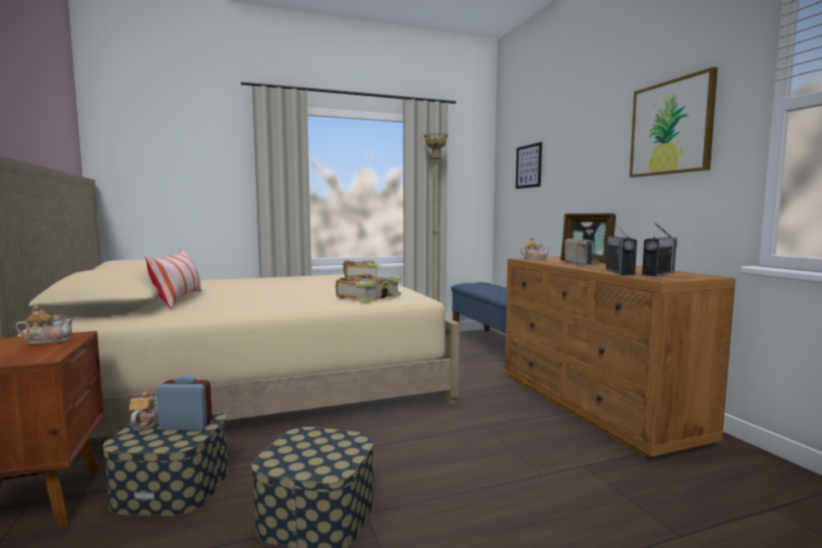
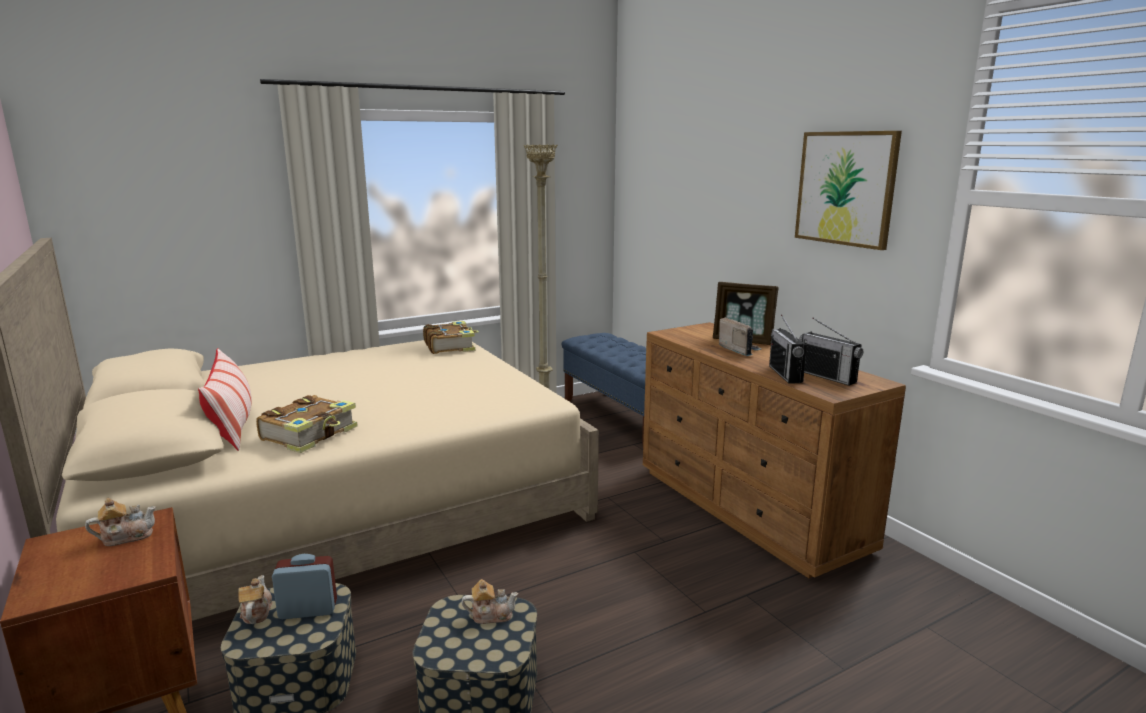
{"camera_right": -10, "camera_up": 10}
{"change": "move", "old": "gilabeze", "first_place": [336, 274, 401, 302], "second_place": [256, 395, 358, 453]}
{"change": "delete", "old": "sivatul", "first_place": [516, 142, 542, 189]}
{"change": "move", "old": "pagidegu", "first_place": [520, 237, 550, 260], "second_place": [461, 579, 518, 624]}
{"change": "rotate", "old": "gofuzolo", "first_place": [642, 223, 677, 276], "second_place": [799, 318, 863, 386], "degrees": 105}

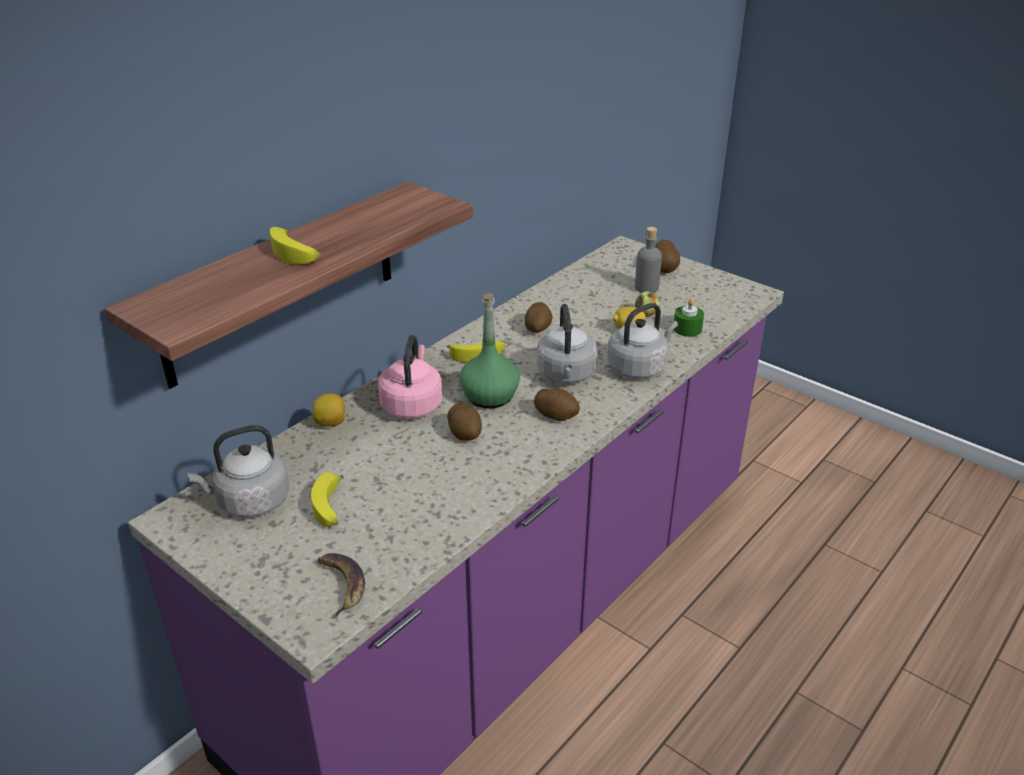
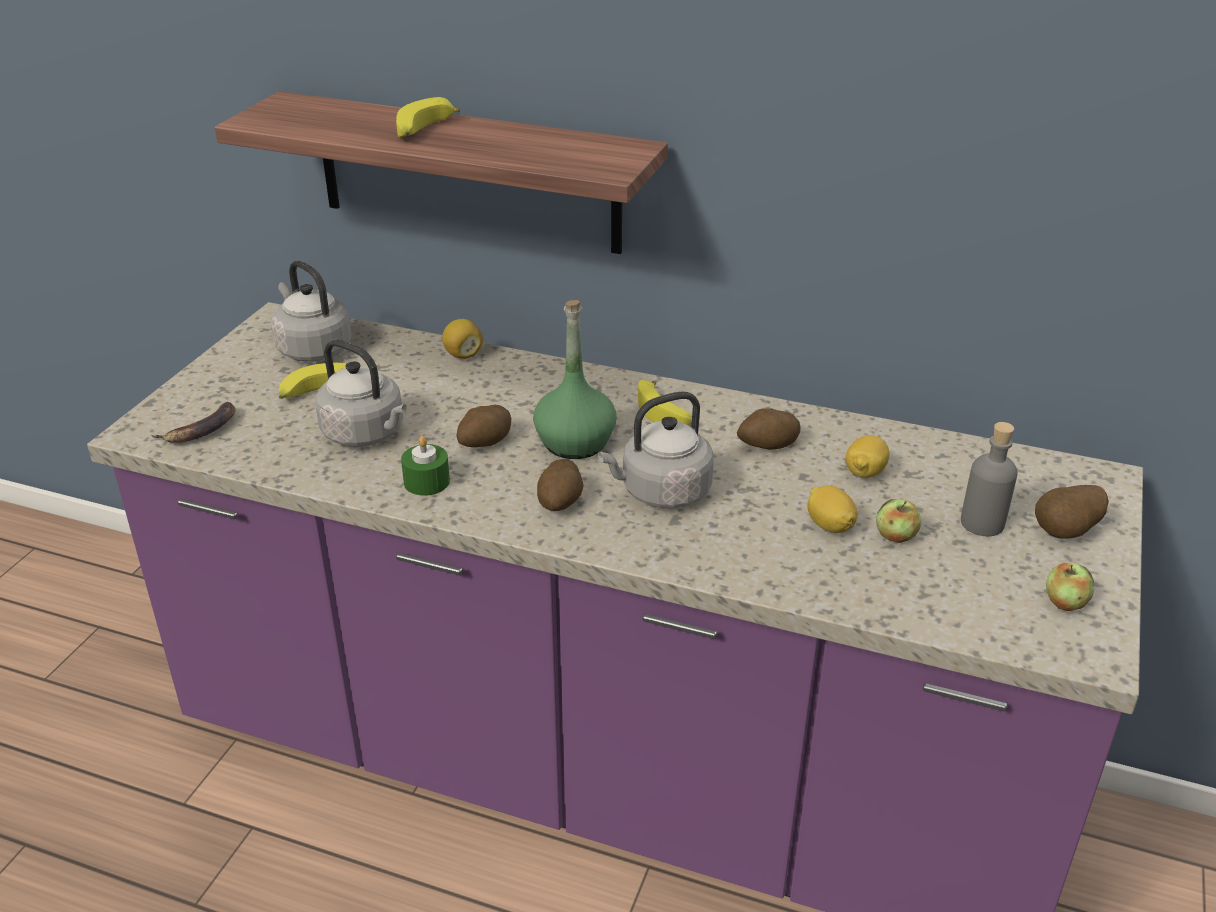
{"camera_right": 70, "camera_up": 0}
{"change": "delete", "old": "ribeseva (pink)", "first_place": [378, 335, 442, 419]}
{"change": "move", "old": "ribeseva (grey)", "first_place": [607, 303, 678, 379], "second_place": [315, 340, 407, 447]}
{"change": "move", "old": "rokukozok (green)", "first_place": [674, 299, 704, 337], "second_place": [401, 436, 450, 496]}
{"change": "insert", "new": "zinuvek", "second_place": [845, 435, 890, 478]}
{"change": "insert", "new": "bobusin", "second_place": [1046, 563, 1094, 611]}

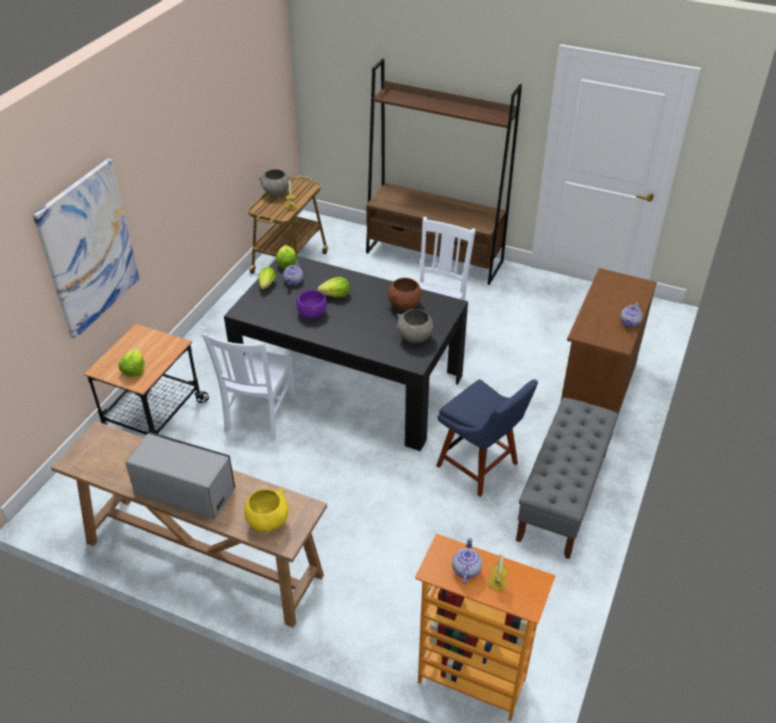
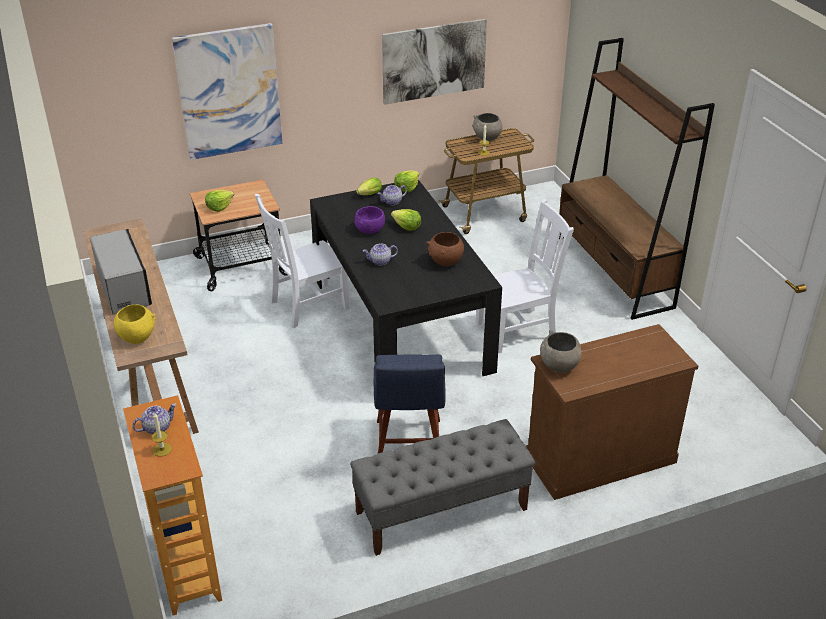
{"camera_right": 45, "camera_up": -5}
{"change": "move", "old": "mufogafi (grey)", "first_place": [396, 309, 433, 343], "second_place": [540, 330, 582, 373]}
{"change": "move", "old": "pagidegu", "first_place": [620, 302, 642, 327], "second_place": [363, 243, 398, 266]}
{"change": "insert", "new": "sivatul", "second_place": [382, 19, 487, 105]}

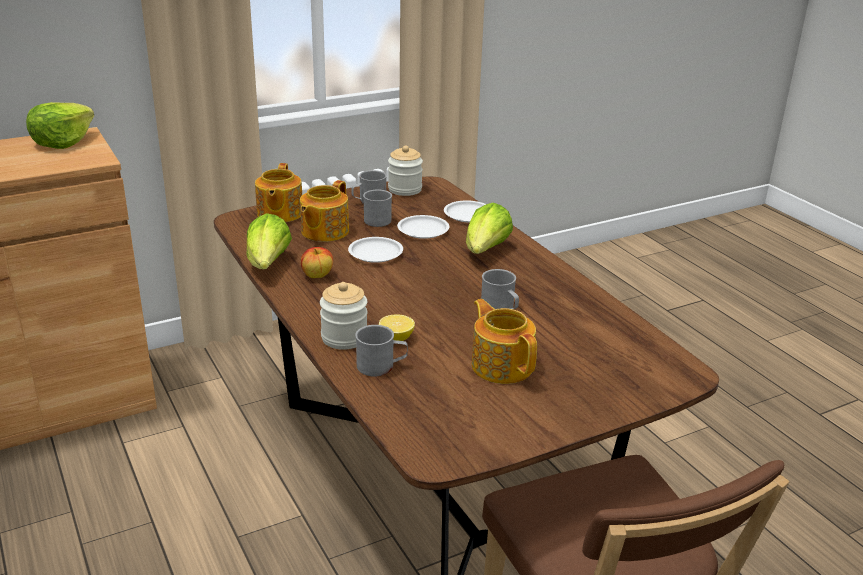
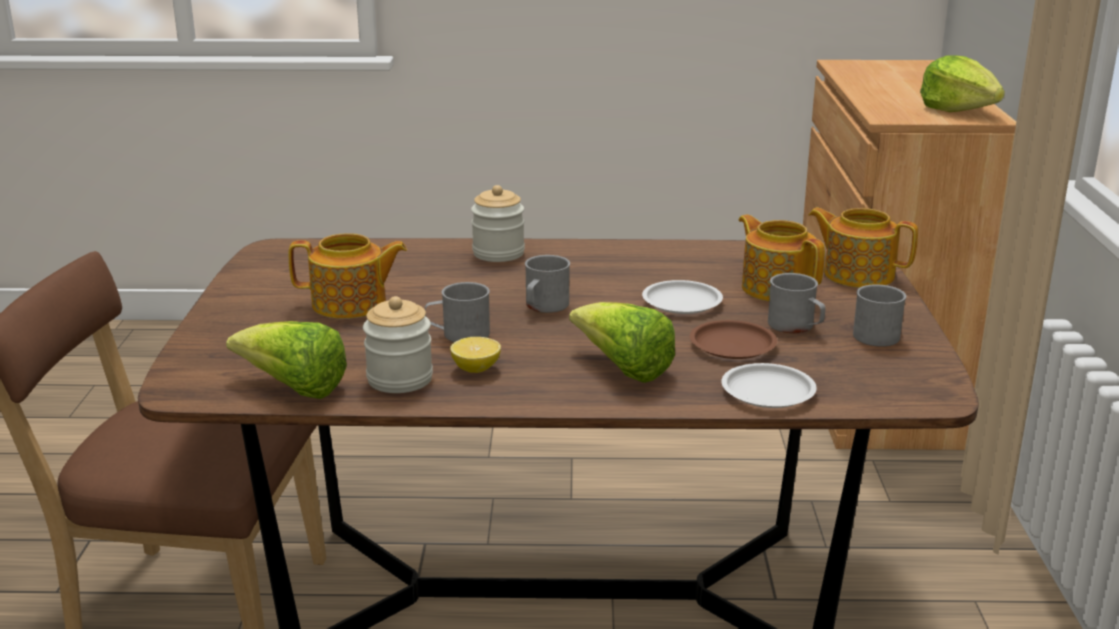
{"camera_right": 120, "camera_up": -5}
{"change": "move", "old": "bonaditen", "first_place": [246, 213, 292, 269], "second_place": [226, 321, 347, 399]}
{"change": "delete", "old": "bobusin", "first_place": [301, 247, 333, 278]}
{"change": "move", "old": "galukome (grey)", "first_place": [355, 325, 408, 377], "second_place": [525, 255, 570, 313]}
{"change": "move", "old": "zinuvek", "first_place": [379, 315, 415, 341], "second_place": [450, 337, 501, 373]}
{"change": "move", "old": "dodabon", "first_place": [388, 145, 423, 196], "second_place": [363, 296, 433, 393]}
{"change": "recolor", "old": "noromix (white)", "new": "noromix (brown)", "first_place": [397, 215, 450, 239], "second_place": [690, 320, 777, 359]}

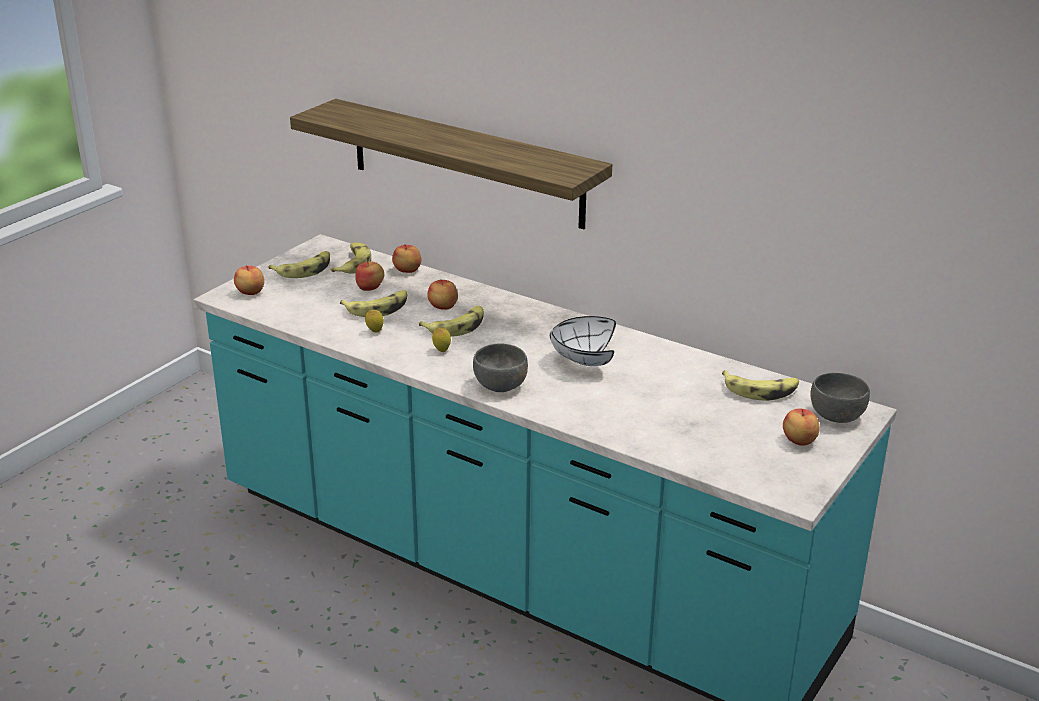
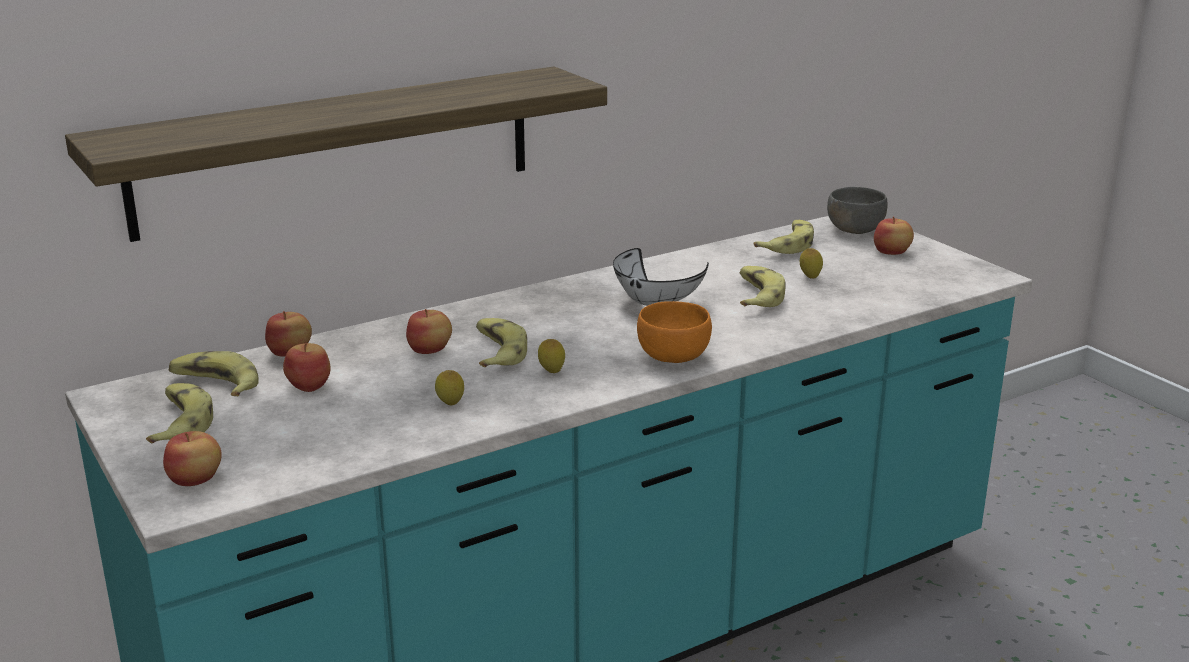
{"camera_right": -65, "camera_up": -5}
{"change": "move", "old": "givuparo", "first_place": [340, 290, 407, 317], "second_place": [740, 266, 786, 307]}
{"change": "recolor", "old": "mufogafi (grey)", "new": "mufogafi (orange)", "first_place": [473, 343, 528, 392], "second_place": [637, 301, 712, 363]}
{"change": "insert", "new": "zinuvek", "second_place": [800, 248, 823, 278]}

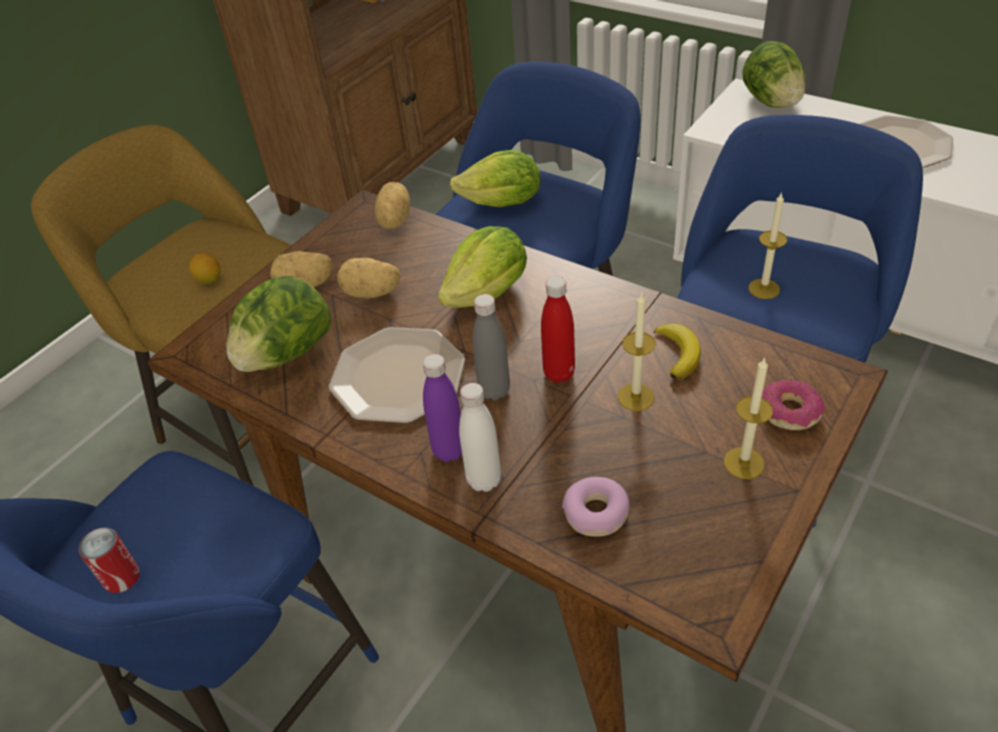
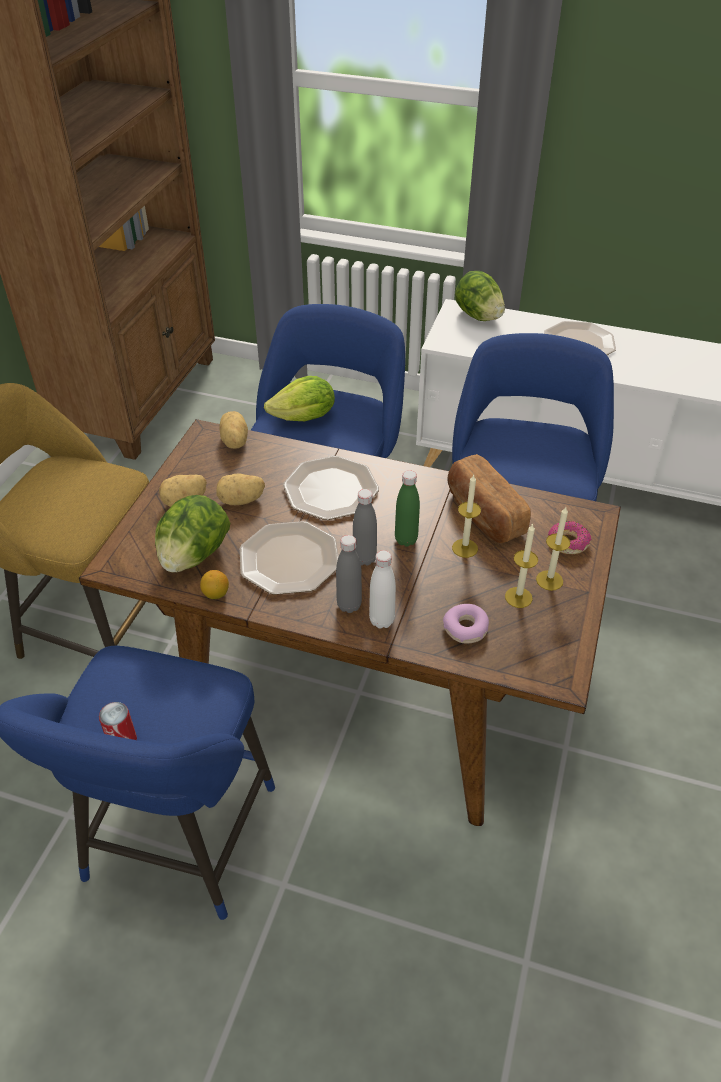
{"camera_right": -20, "camera_up": 0}
{"change": "move", "old": "zinuvek", "first_place": [189, 253, 221, 284], "second_place": [200, 570, 229, 599]}
{"change": "recolor", "old": "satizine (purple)", "new": "satizine (grey)", "first_place": [423, 354, 462, 462], "second_place": [336, 535, 362, 613]}
{"change": "replace", "old": "bonaditen", "new": "noromix", "first_place": [438, 226, 527, 308], "second_place": [283, 456, 379, 520]}
{"change": "recolor", "old": "satizine (red)", "new": "satizine (green)", "first_place": [541, 276, 575, 383], "second_place": [395, 470, 420, 547]}
{"change": "replace", "old": "givuparo", "new": "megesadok", "first_place": [654, 324, 701, 380], "second_place": [448, 454, 531, 543]}
{"change": "move", "old": "rokukozok", "first_place": [748, 192, 787, 299], "second_place": [505, 523, 538, 608]}

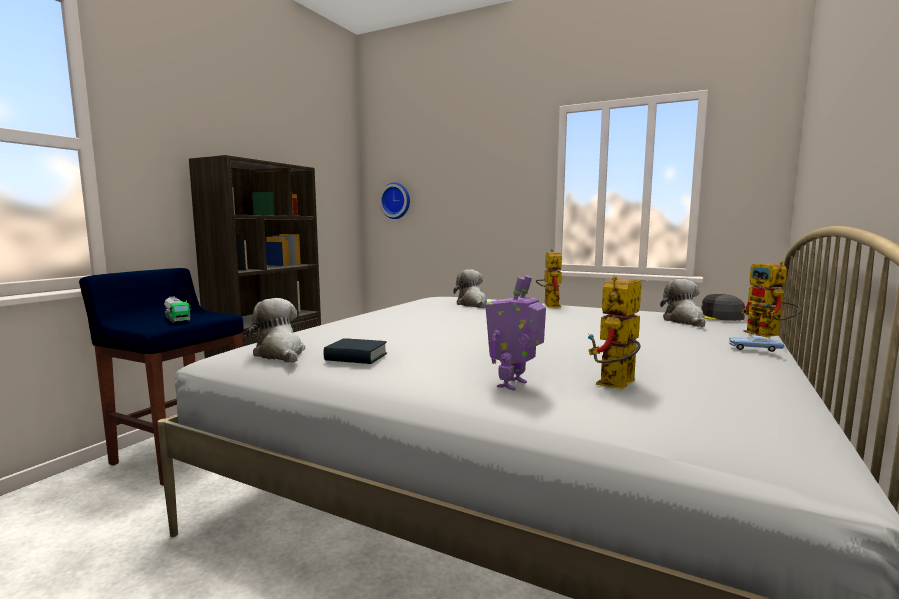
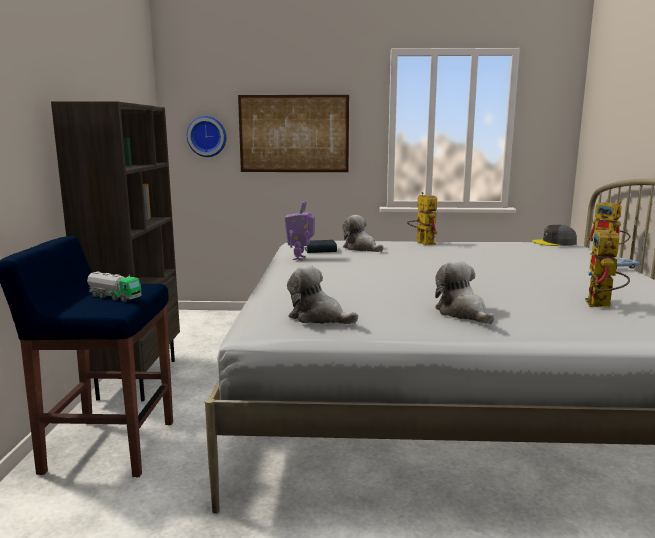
{"camera_right": -25, "camera_up": 5}
{"change": "move", "old": "gilabeze", "first_place": [323, 338, 387, 364], "second_place": [305, 240, 337, 253]}
{"change": "move", "old": "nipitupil", "first_place": [485, 275, 546, 390], "second_place": [284, 201, 315, 260]}
{"change": "move", "old": "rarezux", "first_place": [660, 279, 706, 327], "second_place": [435, 261, 495, 324]}
{"change": "insert", "new": "sivatul", "second_place": [238, 95, 349, 172]}

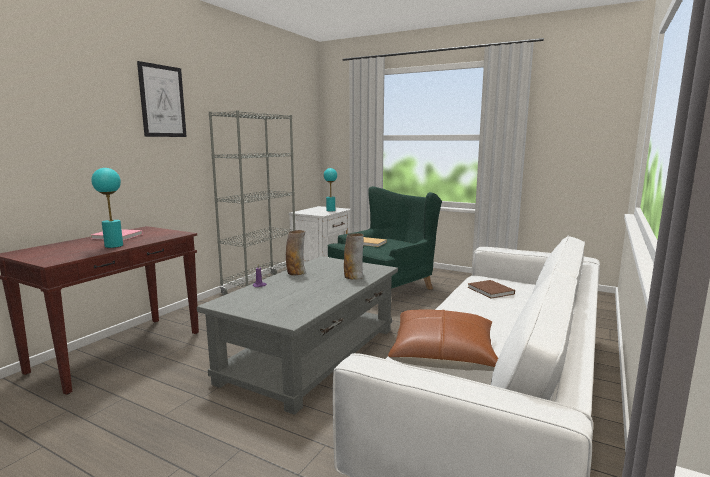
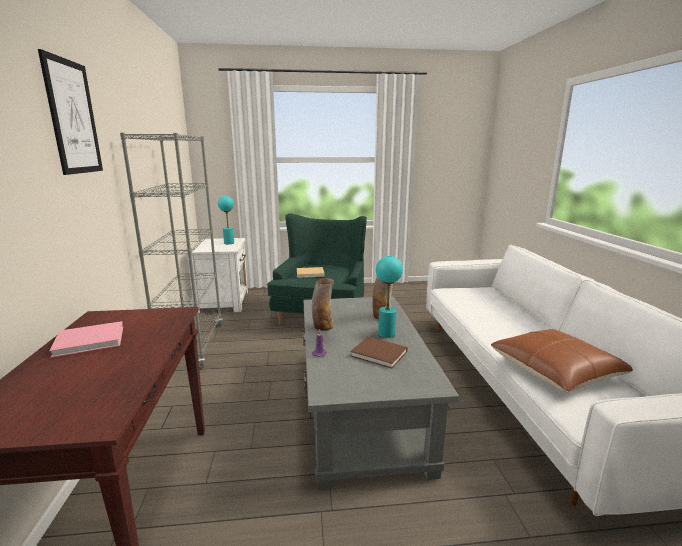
{"camera_right": -35, "camera_up": 5}
{"change": "move", "old": "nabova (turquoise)", "first_place": [91, 168, 123, 248], "second_place": [376, 256, 403, 338]}
{"change": "move", "old": "gilabeze (brown)", "first_place": [467, 280, 515, 299], "second_place": [350, 337, 407, 368]}

